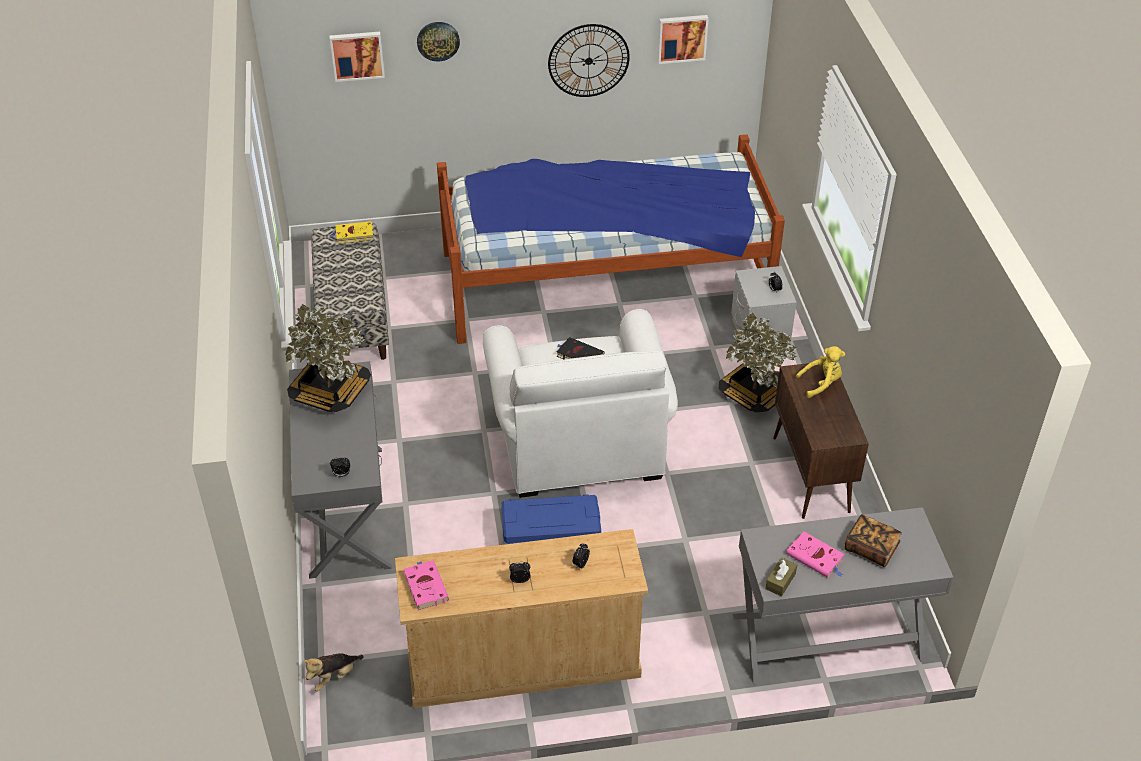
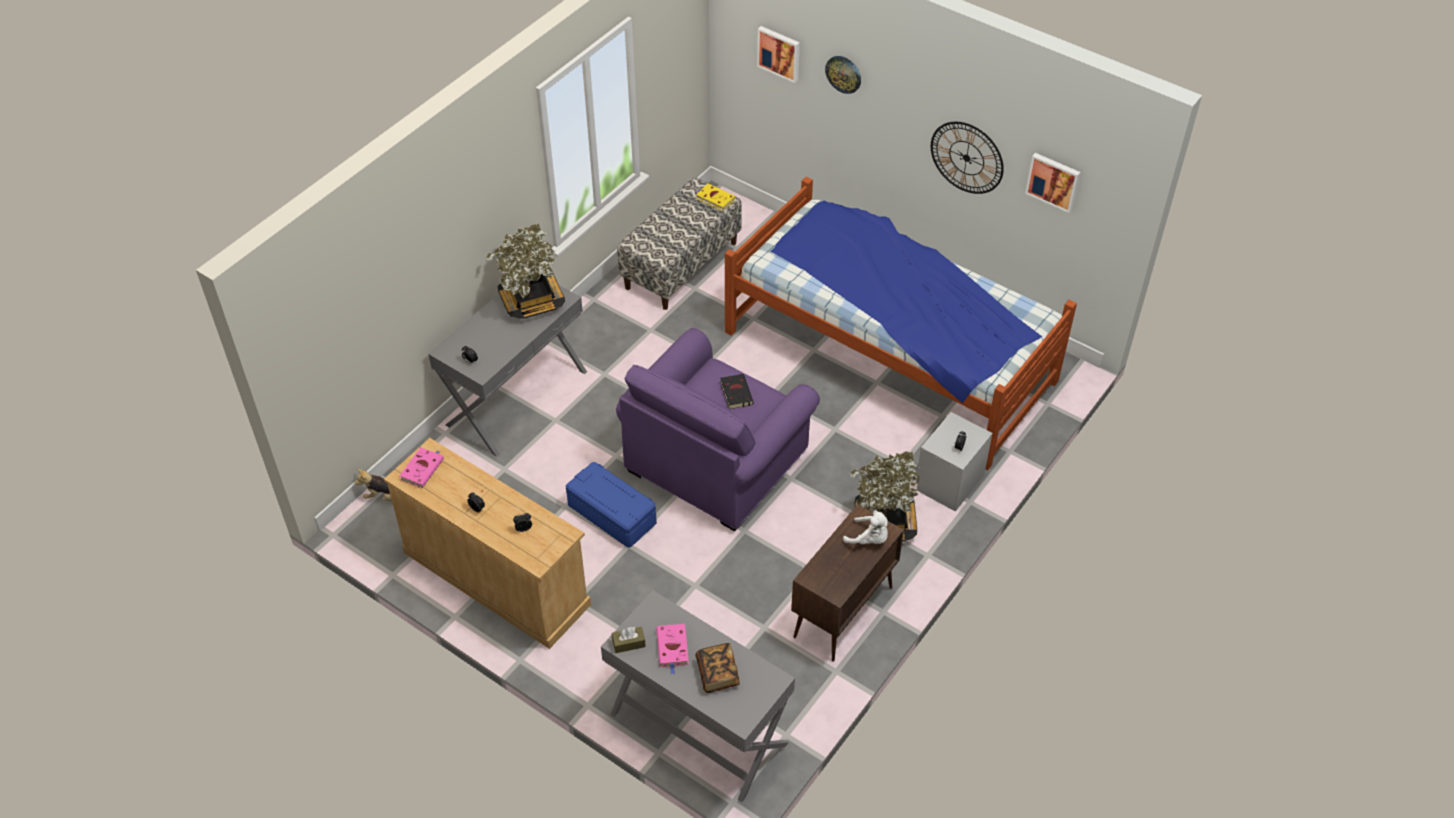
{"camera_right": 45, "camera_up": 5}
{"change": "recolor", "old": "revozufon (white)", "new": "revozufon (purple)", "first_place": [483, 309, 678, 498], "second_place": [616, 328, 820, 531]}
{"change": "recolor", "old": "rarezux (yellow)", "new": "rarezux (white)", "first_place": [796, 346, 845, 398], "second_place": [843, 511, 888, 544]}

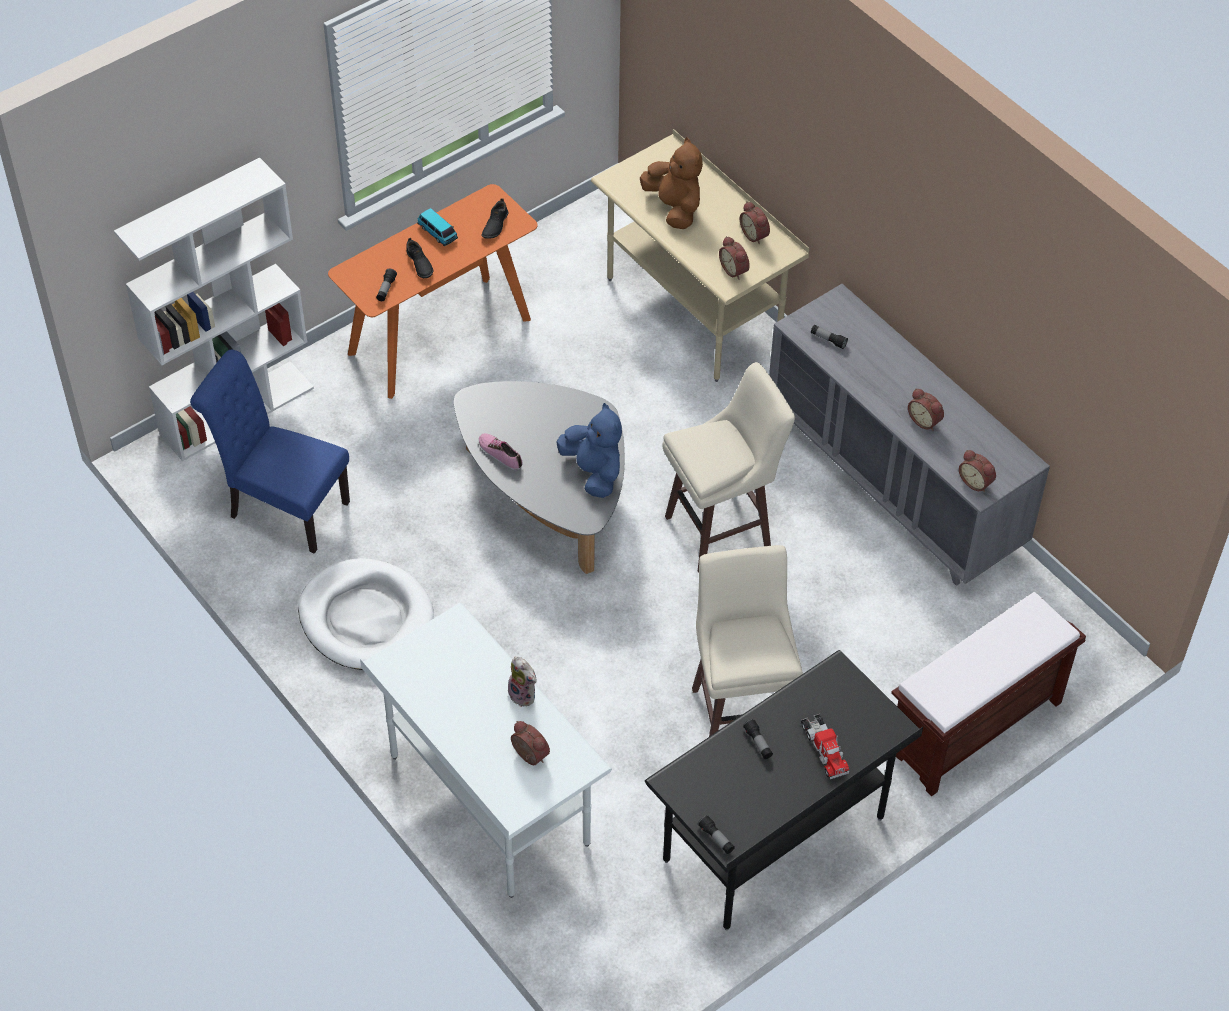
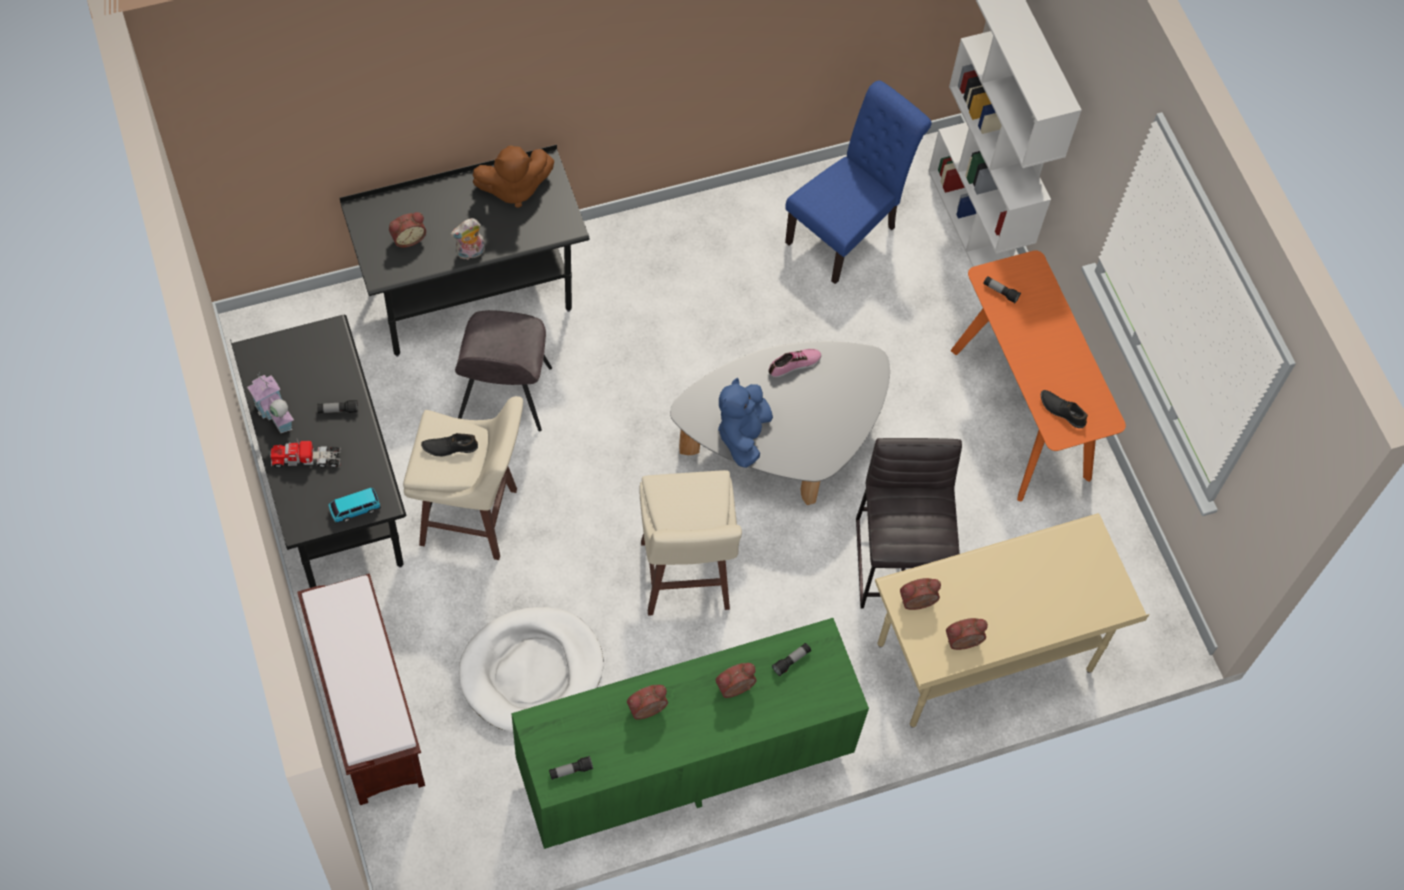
{"camera_right": 105, "camera_up": 10}
{"change": "move", "old": "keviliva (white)", "first_place": [298, 558, 434, 670], "second_place": [459, 607, 603, 732]}
{"change": "recolor", "old": "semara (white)", "new": "semara (black)", "first_place": [360, 603, 612, 898], "second_place": [340, 144, 590, 357]}
{"change": "move", "old": "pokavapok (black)", "first_place": [406, 238, 433, 278], "second_place": [421, 433, 478, 456]}
{"change": "move", "old": "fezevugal", "first_place": [417, 208, 458, 246], "second_place": [328, 487, 381, 524]}
{"change": "rotate", "old": "rarezux (blue)", "first_place": [557, 403, 622, 498], "second_place": [718, 378, 773, 468], "degrees": 120}
{"change": "move", "old": "rarezux (brown)", "first_place": [640, 137, 703, 229], "second_place": [473, 145, 554, 208]}
{"change": "move", "old": "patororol", "first_place": [698, 815, 735, 854], "second_place": [549, 756, 593, 780]}
{"change": "recolor", "old": "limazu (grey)", "new": "limazu (green)", "first_place": [769, 284, 1050, 586], "second_place": [512, 618, 869, 849]}
{"change": "move", "old": "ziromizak", "first_place": [959, 450, 996, 492], "second_place": [715, 663, 757, 698]}
{"change": "insert", "new": "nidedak", "second_place": [247, 375, 294, 433]}
{"change": "insert", "new": "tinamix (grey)", "second_place": [455, 310, 552, 431]}
{"change": "insert", "new": "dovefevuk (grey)", "second_place": [856, 438, 962, 609]}

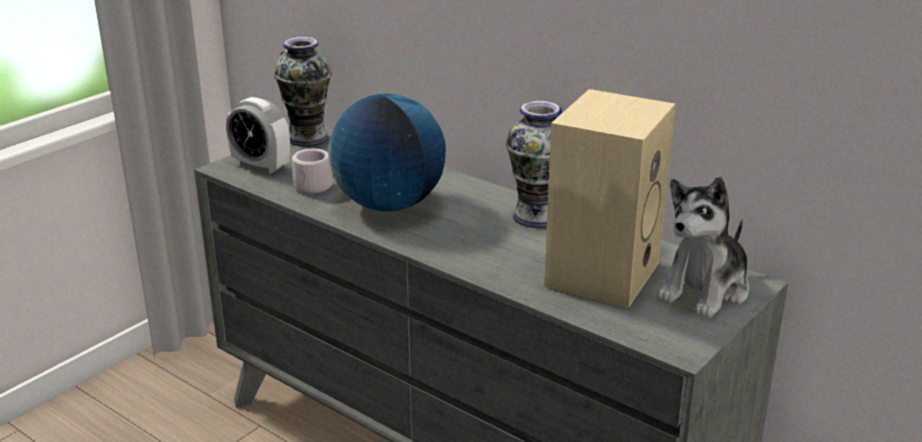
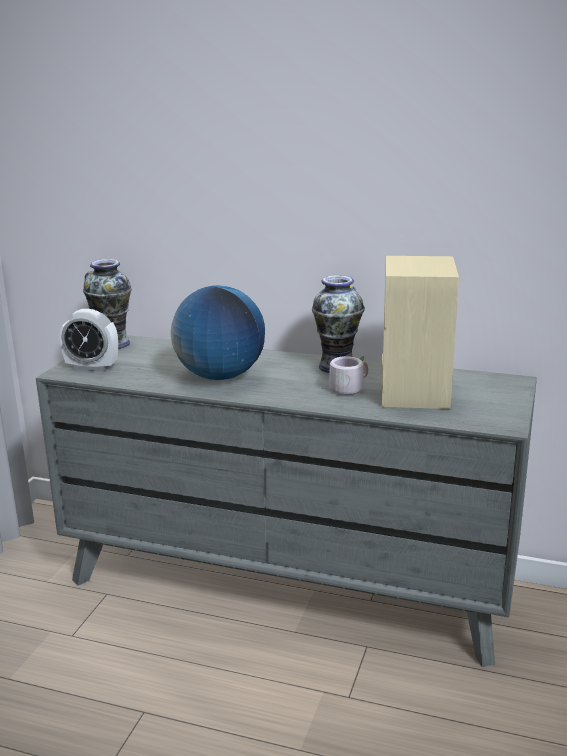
{"camera_right": -20, "camera_up": -5}
{"change": "move", "old": "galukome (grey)", "first_place": [292, 149, 335, 194], "second_place": [320, 356, 368, 395]}
{"change": "delete", "old": "rarezux", "first_place": [656, 176, 749, 318]}

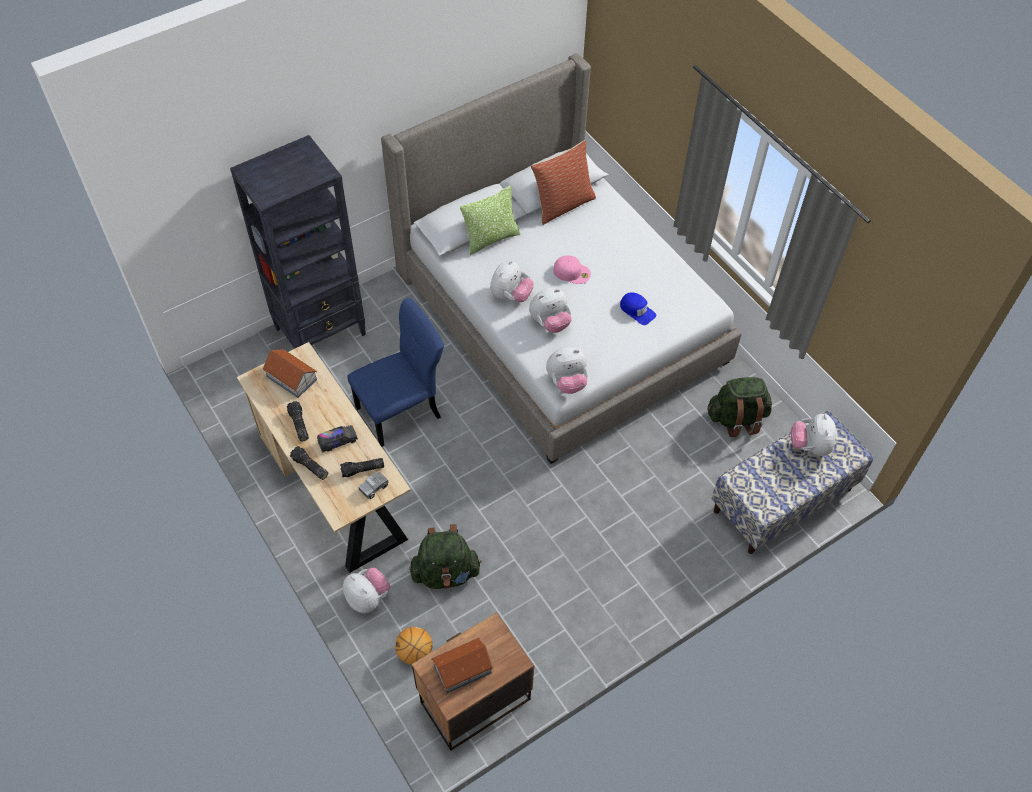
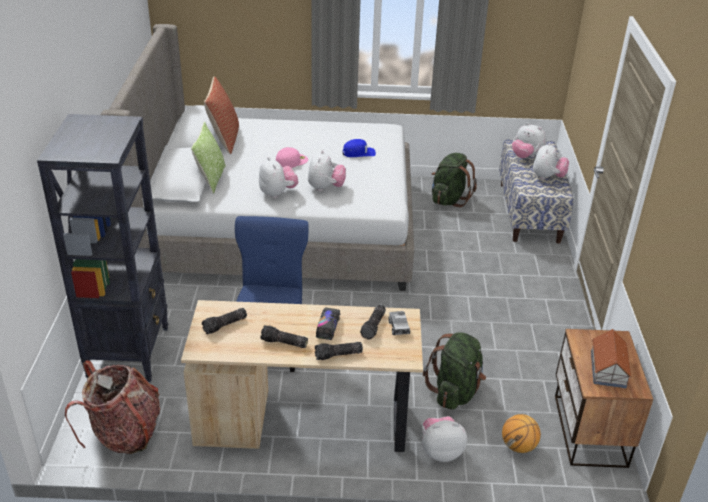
{"camera_right": -55, "camera_up": -20}
{"change": "replace", "old": "nidedak", "new": "patororol", "first_place": [262, 349, 317, 398], "second_place": [202, 308, 247, 334]}
{"change": "move", "old": "rarezux", "first_place": [546, 347, 588, 394], "second_place": [533, 142, 569, 180]}
{"change": "insert", "new": "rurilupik", "second_place": [65, 360, 160, 454]}

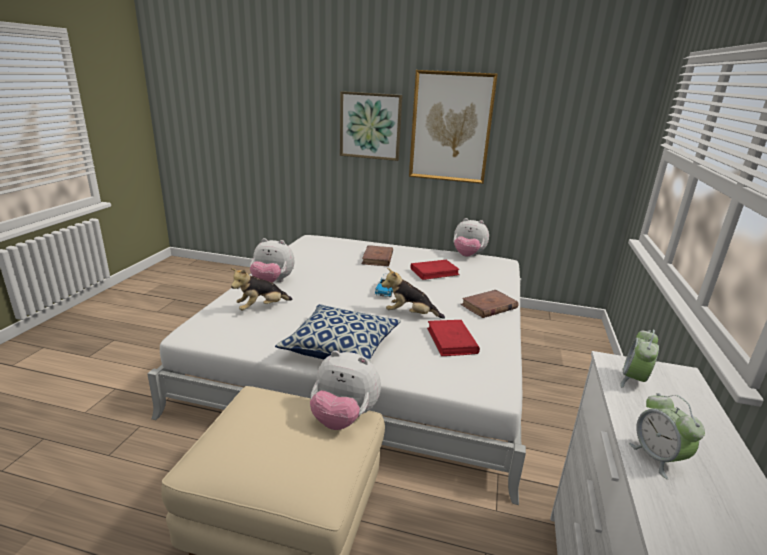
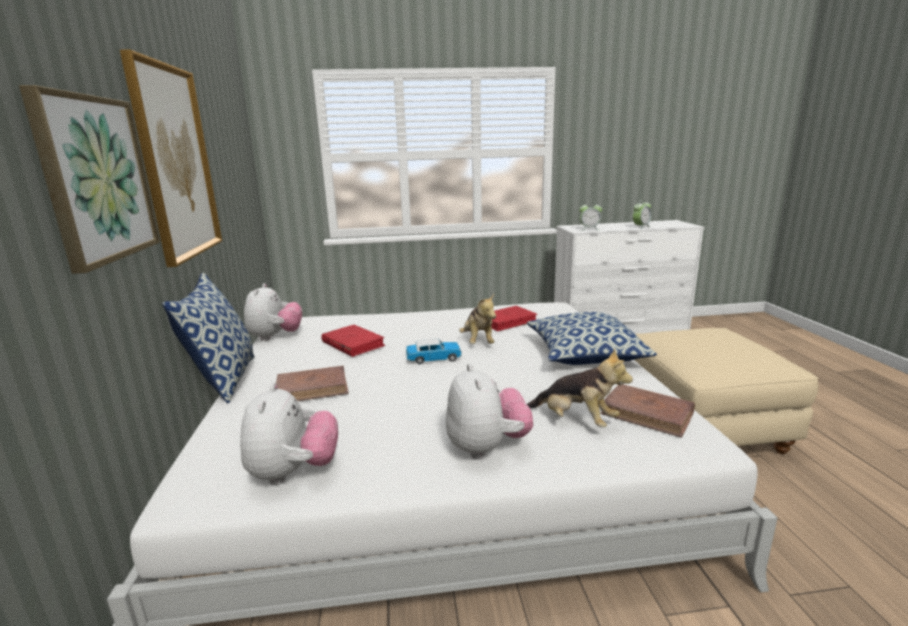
{"camera_right": -110, "camera_up": -5}
{"change": "move", "old": "rarezux", "first_place": [310, 350, 381, 430], "second_place": [240, 383, 338, 485]}
{"change": "move", "old": "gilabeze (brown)", "first_place": [461, 290, 519, 318], "second_place": [600, 384, 695, 438]}
{"change": "insert", "new": "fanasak", "second_place": [162, 272, 255, 403]}

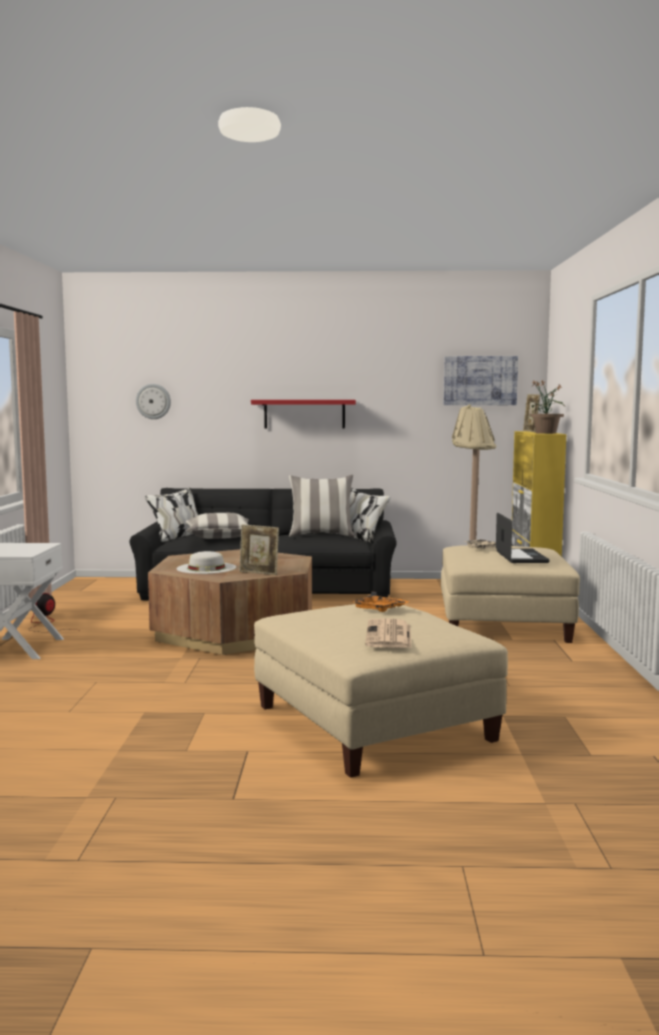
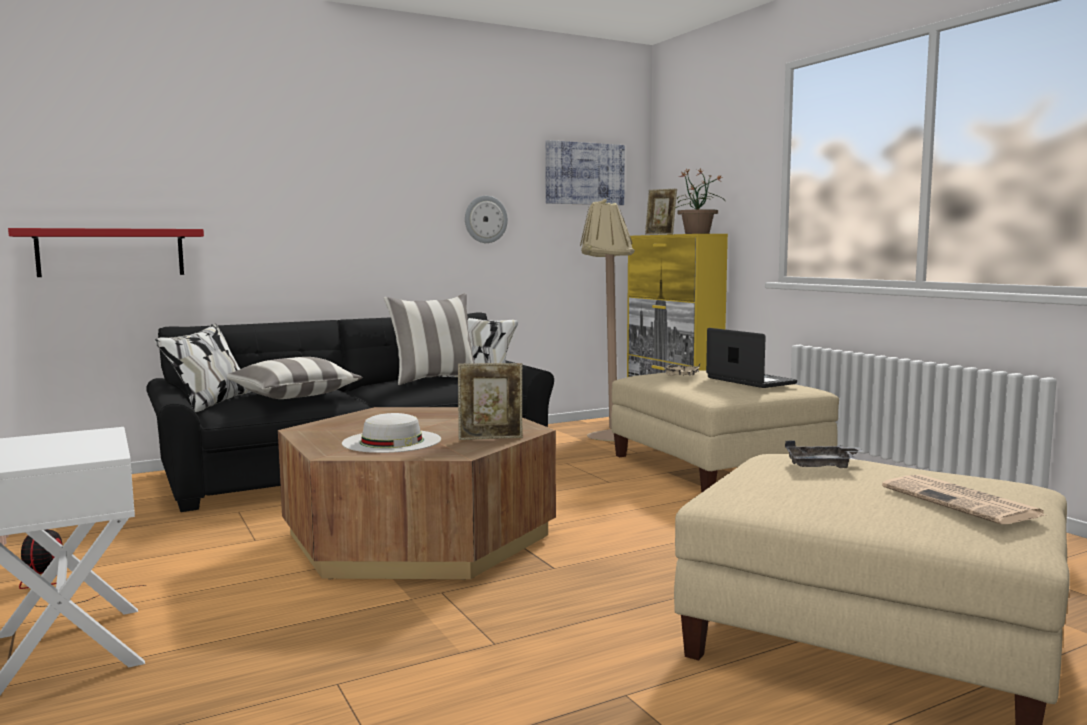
{"camera_right": -30, "camera_up": 0}
{"change": "move", "old": "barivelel", "first_place": [136, 384, 171, 419], "second_place": [465, 196, 508, 243]}
{"change": "move", "old": "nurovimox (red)", "first_place": [251, 400, 356, 429], "second_place": [8, 228, 204, 277]}
{"change": "recolor", "old": "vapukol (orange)", "new": "vapukol (grey)", "first_place": [352, 592, 410, 612], "second_place": [785, 440, 864, 468]}

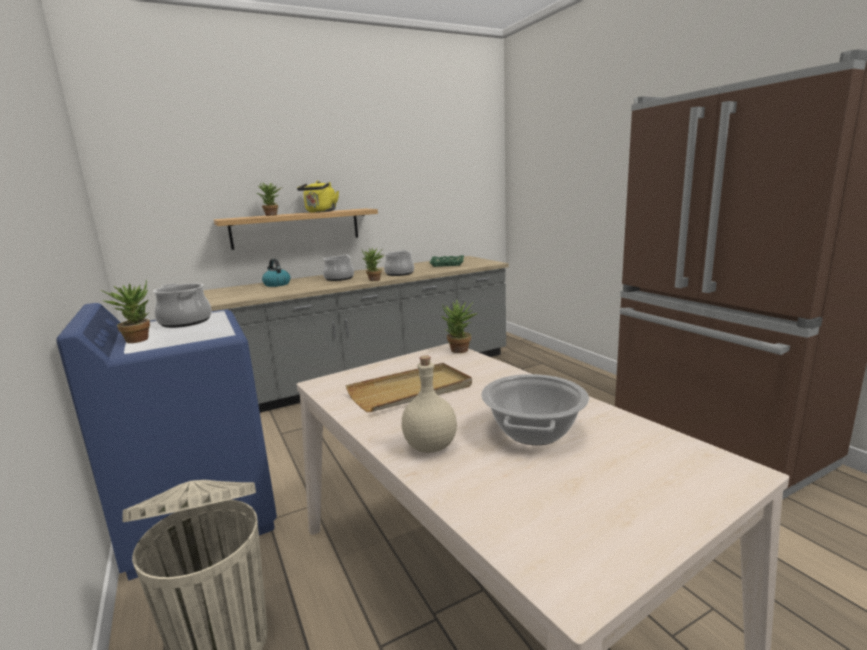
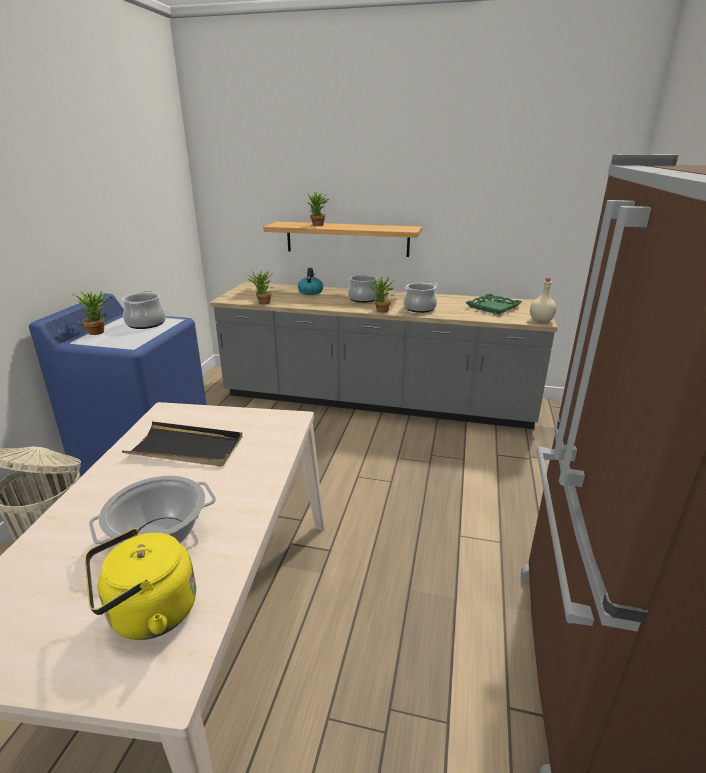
{"camera_right": 40, "camera_up": 10}
{"change": "move", "old": "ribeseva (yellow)", "first_place": [297, 181, 339, 213], "second_place": [85, 529, 196, 640]}
{"change": "recolor", "old": "vapukol (beige)", "new": "vapukol (black)", "first_place": [346, 363, 472, 412], "second_place": [122, 421, 243, 467]}
{"change": "move", "old": "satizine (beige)", "first_place": [402, 355, 457, 453], "second_place": [530, 277, 557, 322]}
{"change": "move", "old": "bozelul", "first_place": [441, 299, 477, 353], "second_place": [247, 270, 273, 304]}

